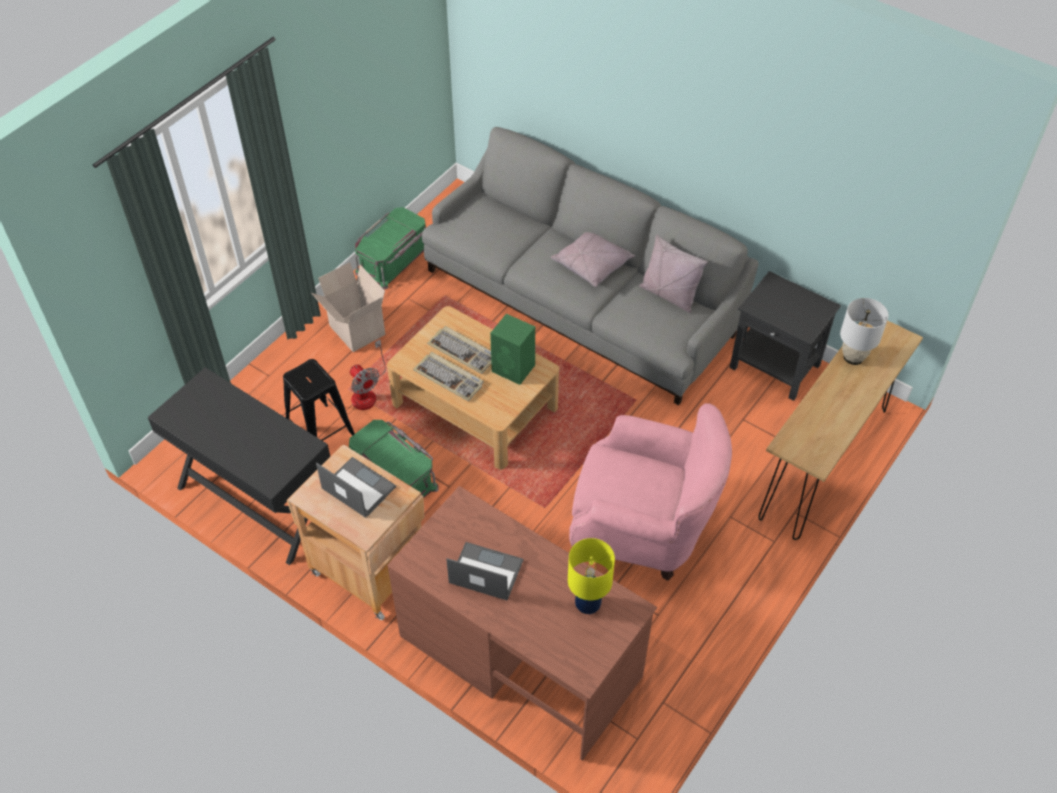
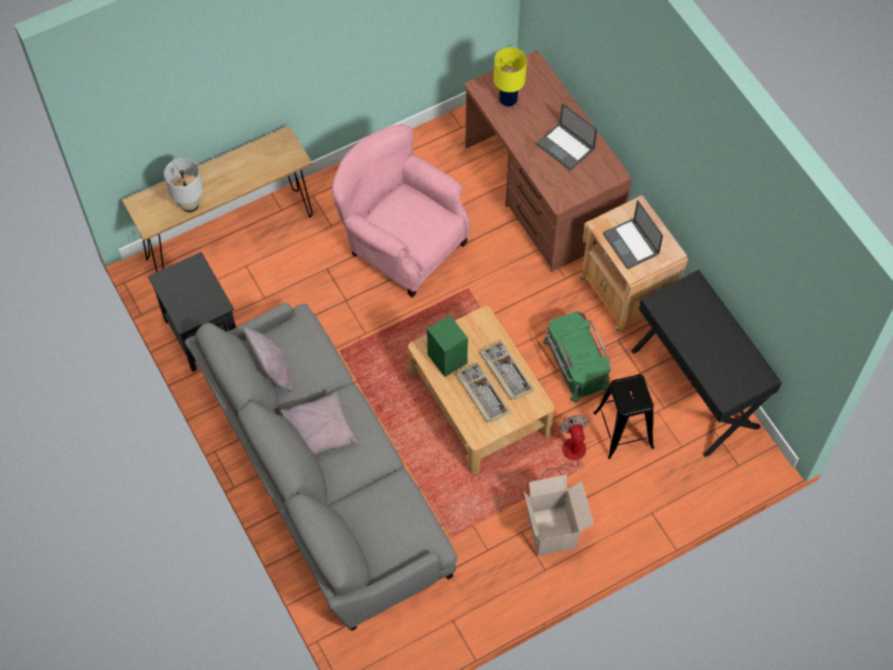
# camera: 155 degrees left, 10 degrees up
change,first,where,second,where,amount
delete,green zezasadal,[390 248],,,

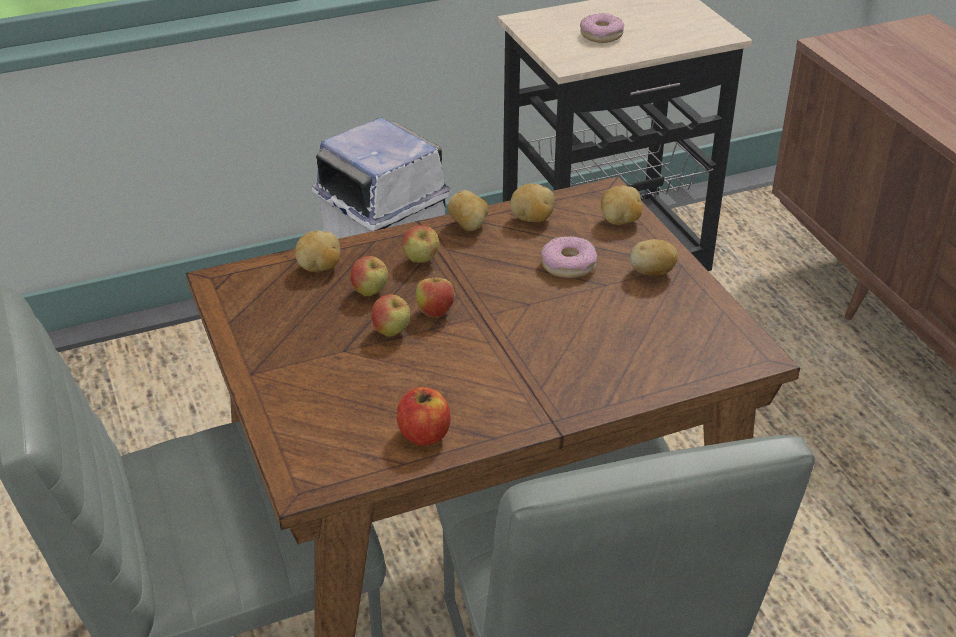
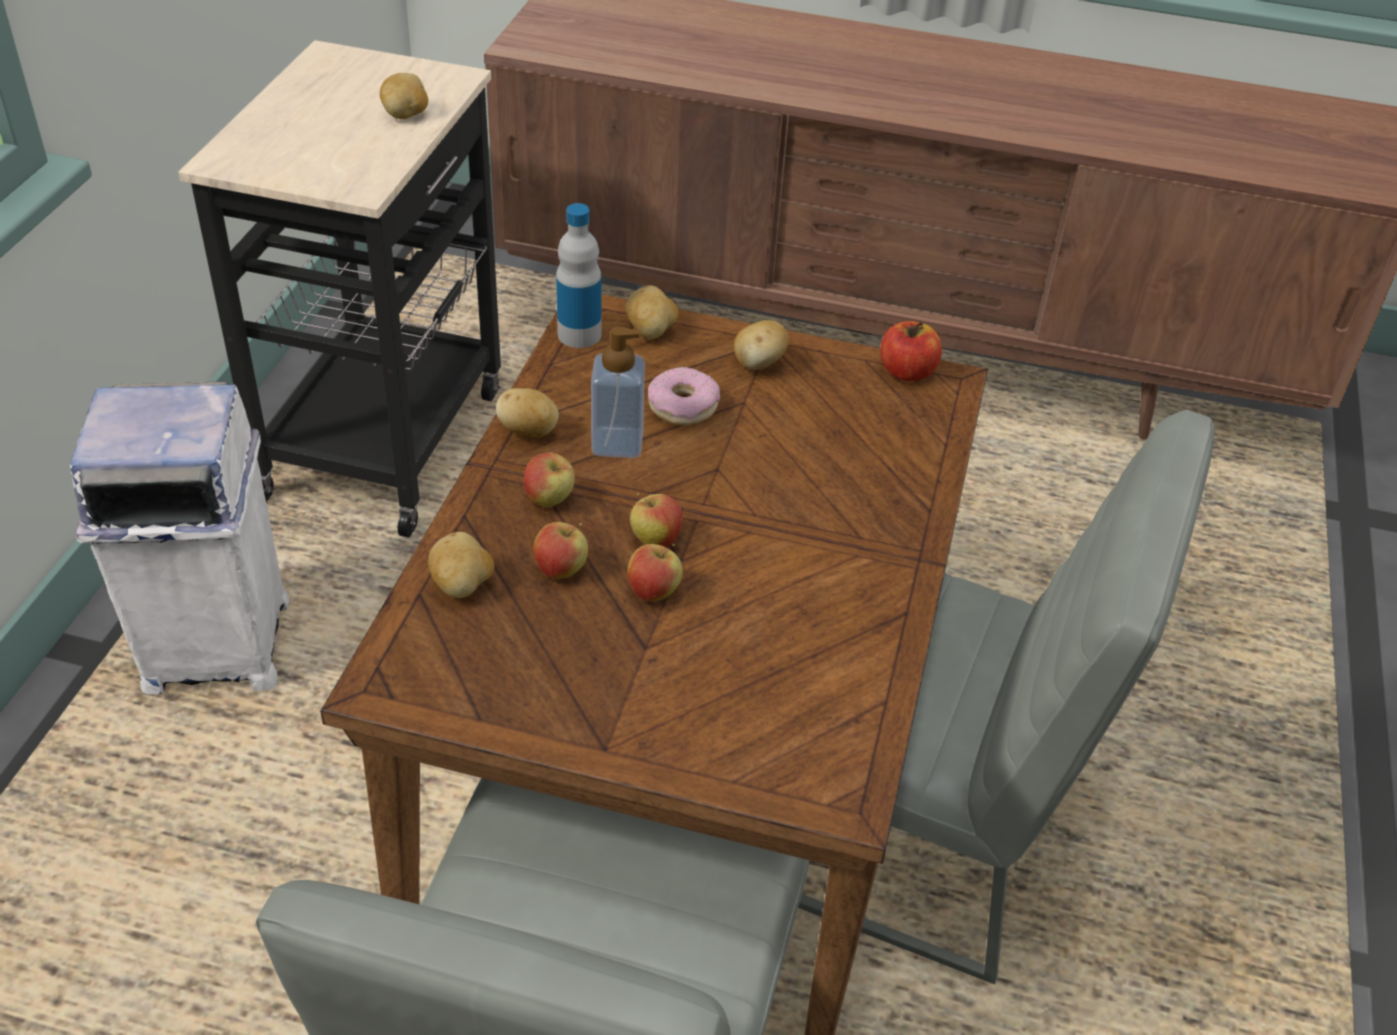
# camera: 55 degrees left, 5 degrees up
change,first,where,second,where,amount
move,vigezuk,[424 416],,[911 351],
move,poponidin,[532 202],,[404 96],
delete,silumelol,[602 28],,,
insert,,,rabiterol,[578 275],
insert,,,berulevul,[618 392],

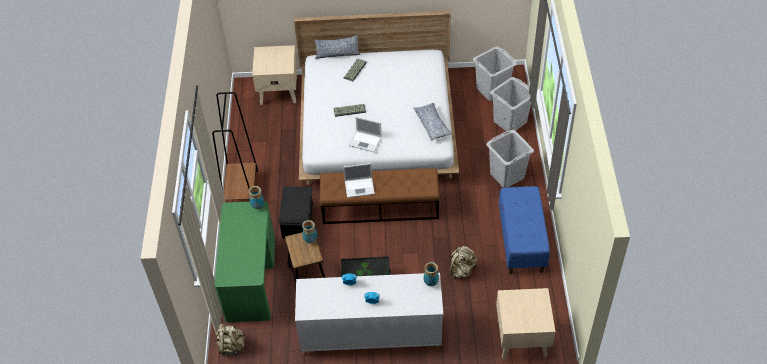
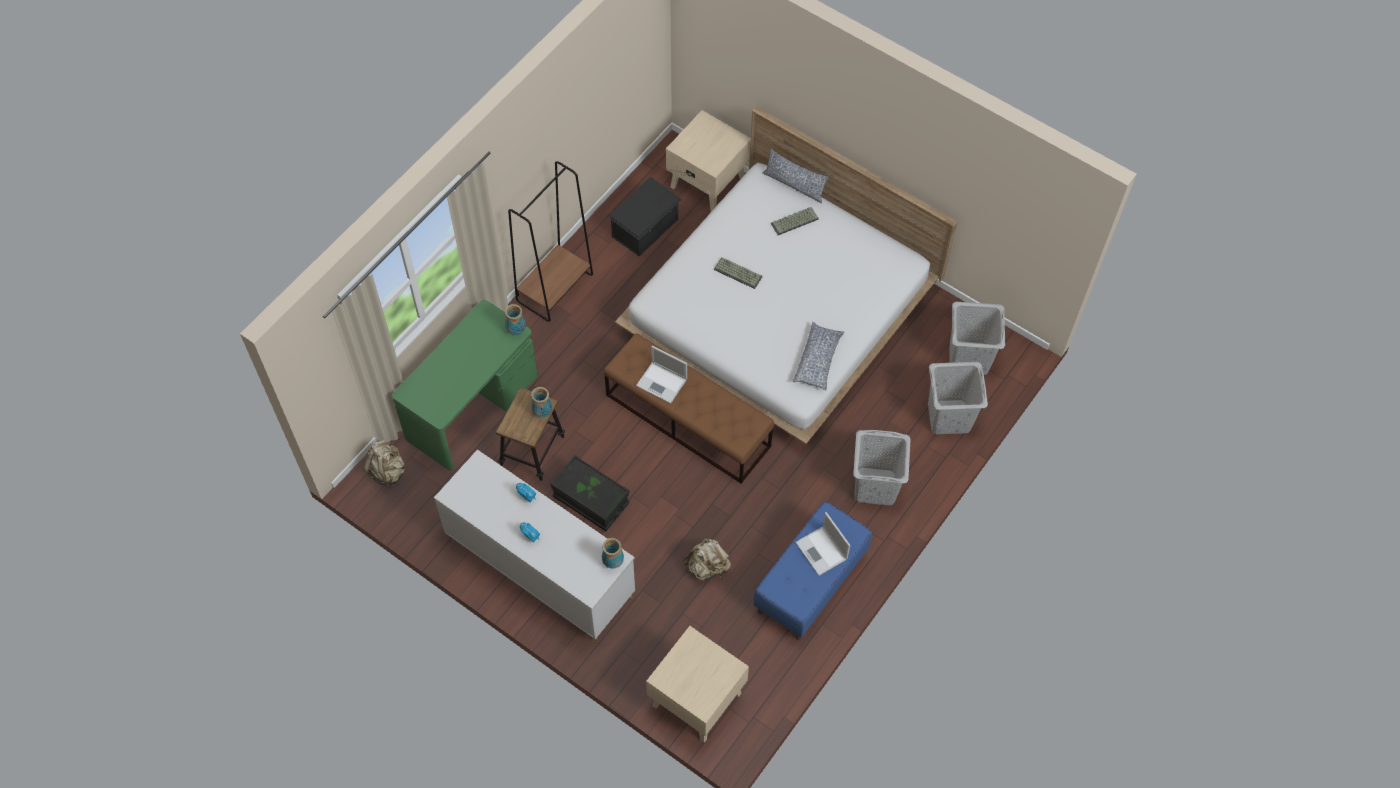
# camera: 35 degrees right, 10 degrees up
change,first,where,second,where,amount
move,black zezasadal,[295 212],,[645 216],
move,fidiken,[365 134],,[822 544],

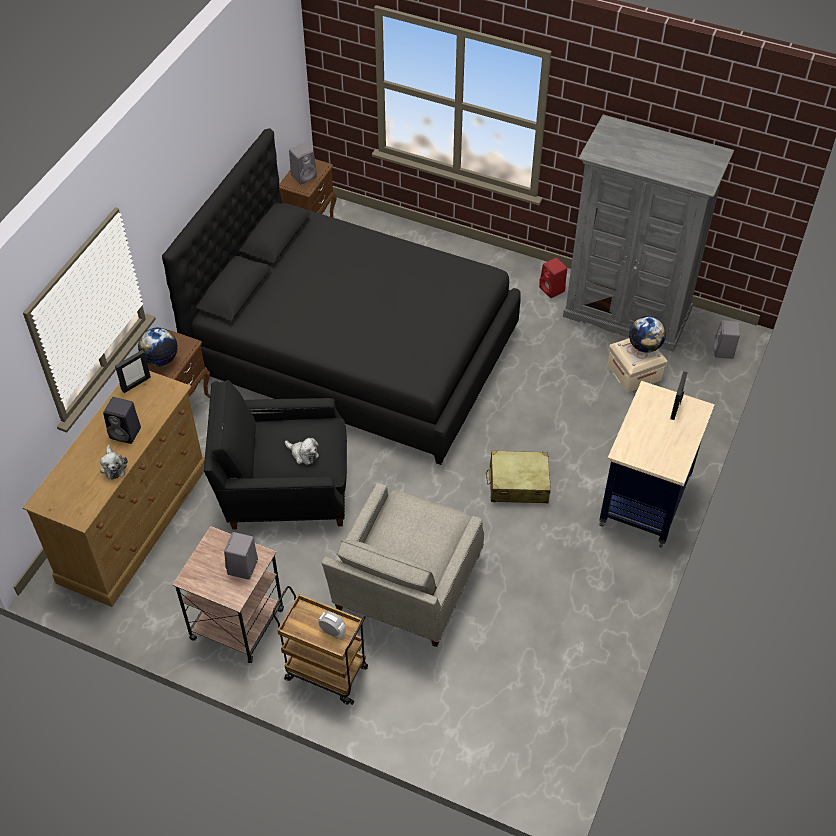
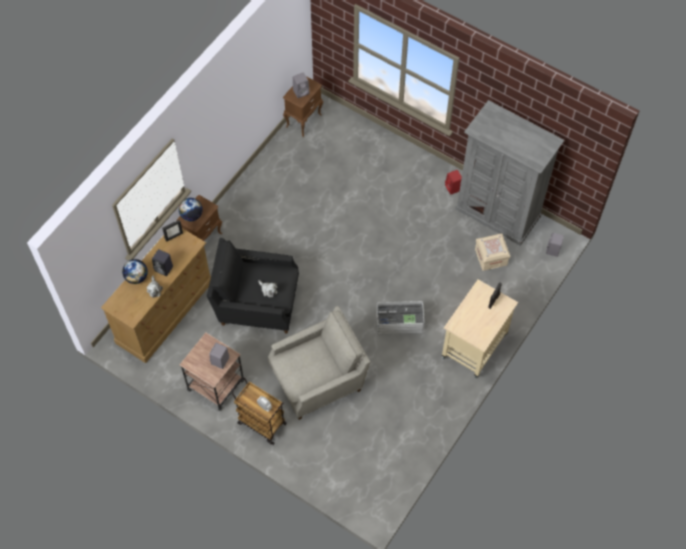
# camera: 10 degrees right, 10 degrees up
change,first,where,second,where,amount
delete,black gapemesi,[341 297],,,
rotate,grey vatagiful,[402 565],,[319 363],150 degrees counterclockwise
replace,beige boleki,[518 476],grey zezasadal,[400 317],
recolor,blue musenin,[657 464],beige musenin,[480 329],
move,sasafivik,[647 334],,[135 271],

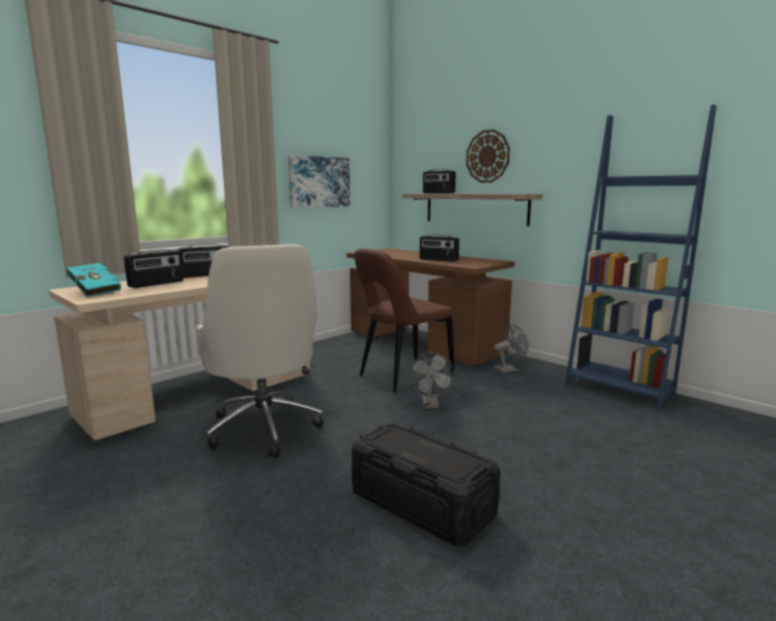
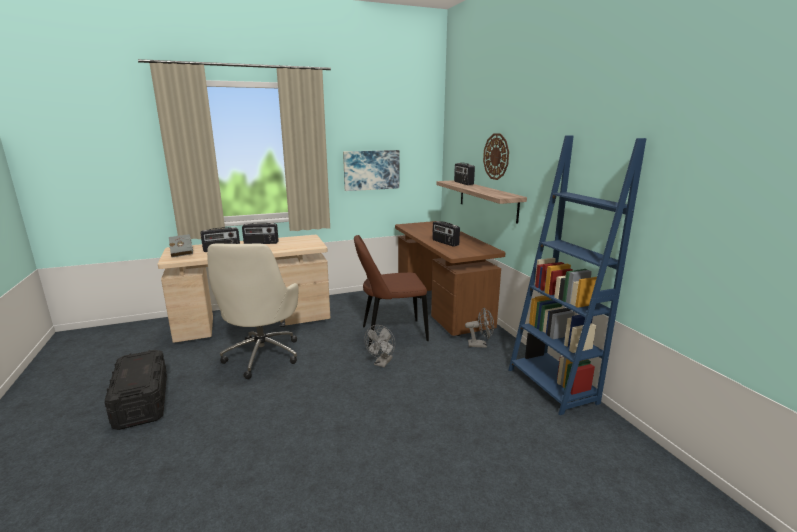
# camera: 25 degrees right, 5 degrees up
change,first,where,second,where,amount
recolor,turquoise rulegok,[94 280],grey rulegok,[181 246],
move,black zezasadal,[425 484],,[135 390],

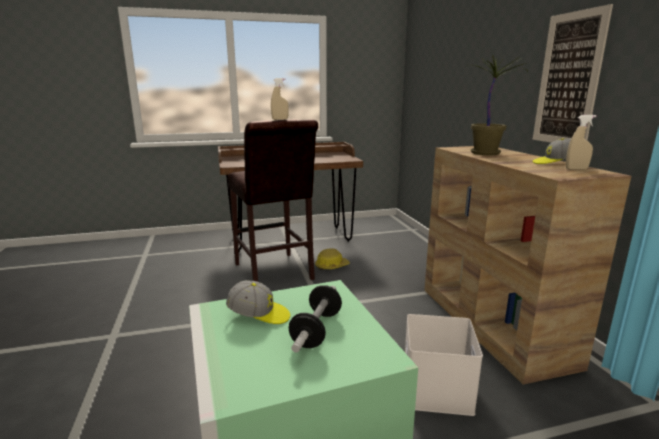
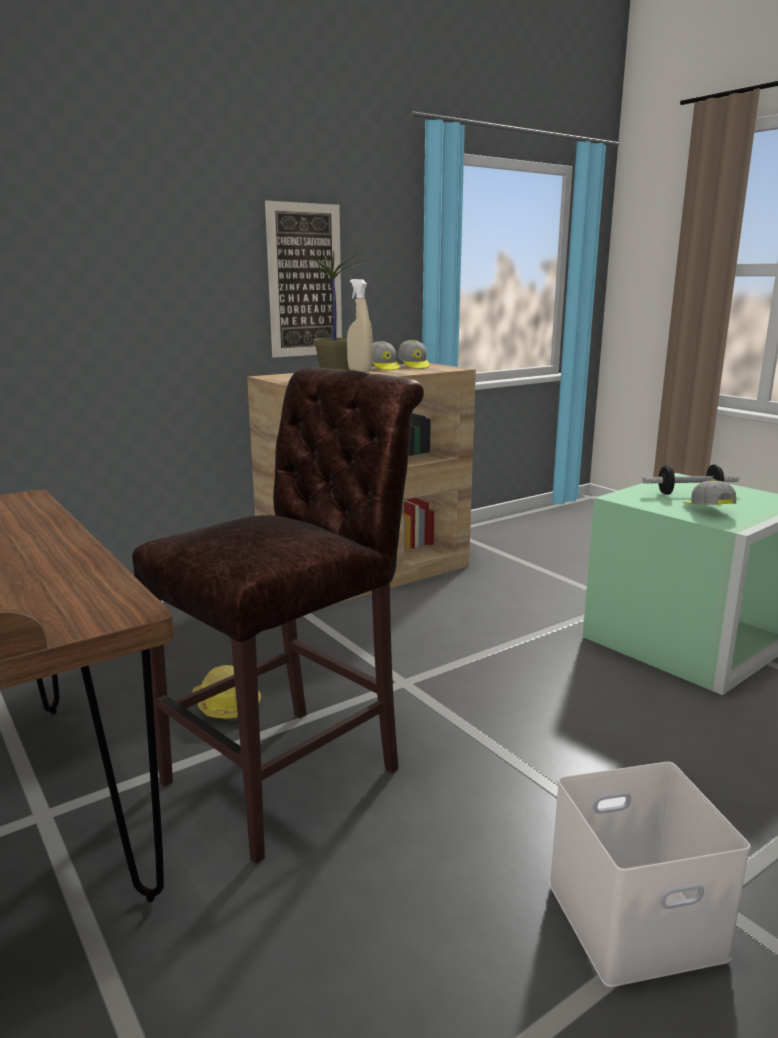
# camera: 110 degrees left, 0 degrees up
change,first,where,second,where,amount
move,white zezasadal,[444 365],,[650 874],
replace,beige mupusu,[581 142],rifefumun,[414 354],

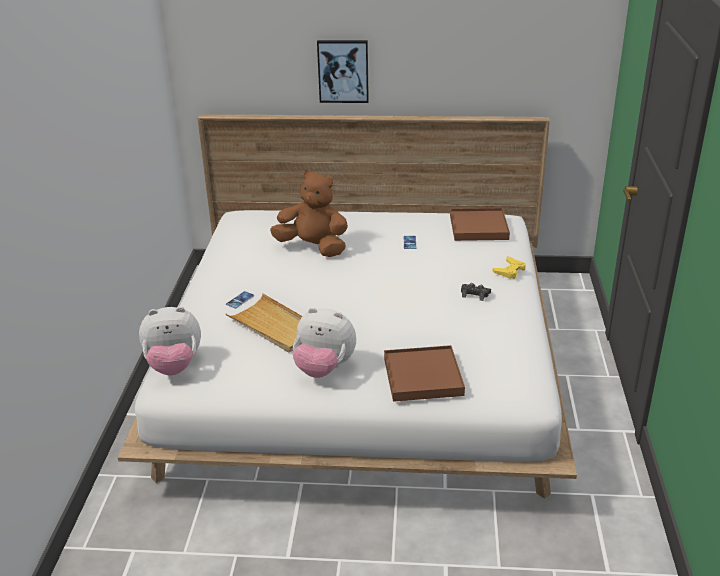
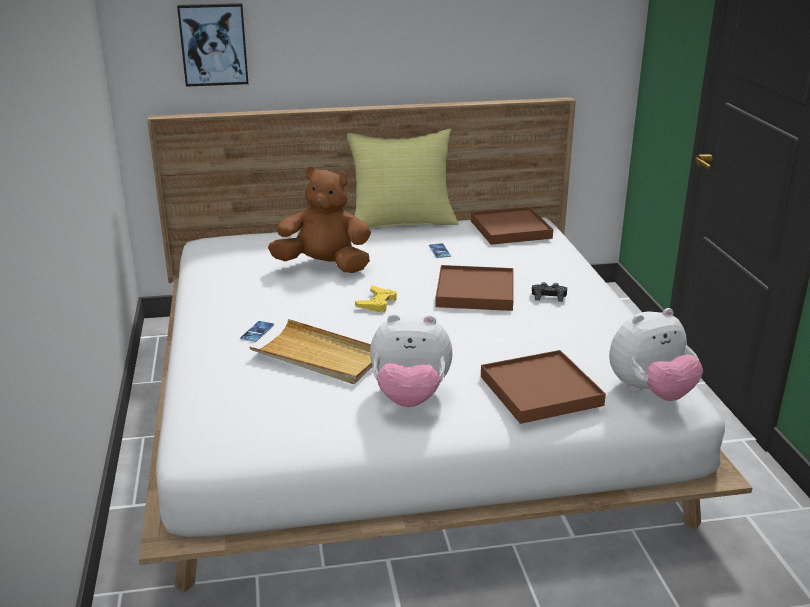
# camera: 15 degrees left, 5 degrees down
change,first,where,second,where,amount
move,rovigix,[170 341],,[656 354],
move,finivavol,[343 71],,[212 45],
move,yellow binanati,[509 267],,[376 298],
insert,,,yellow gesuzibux,[403 177],
insert,,,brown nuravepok,[474 288],

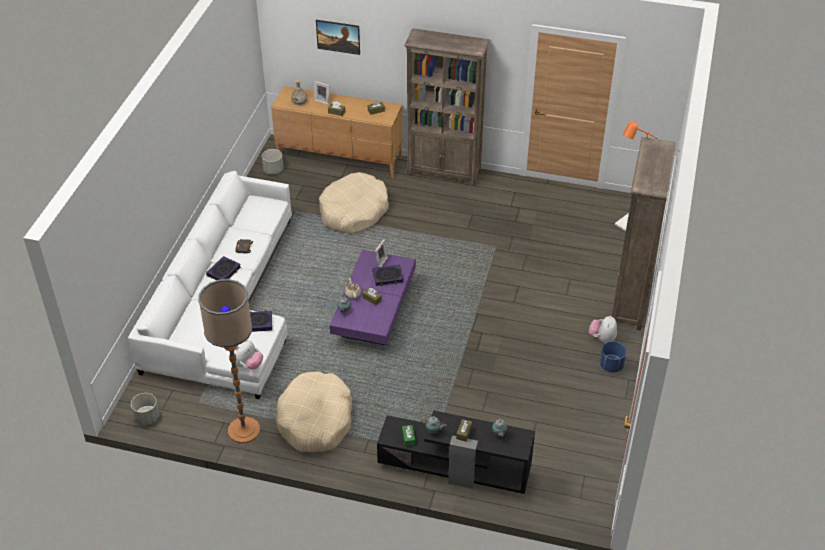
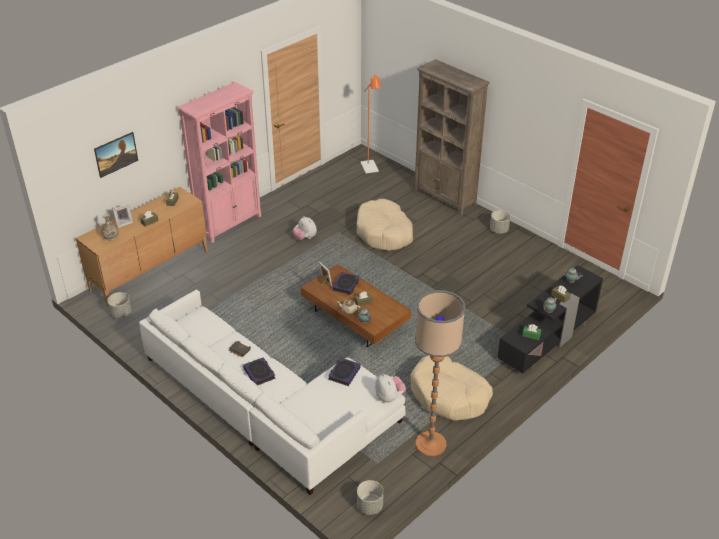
# camera: 60 degrees left, 5 degrees down
change,first,where,second,where,amount
move,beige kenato,[354 203],,[384 225],
recolor,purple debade,[373 297],brown debade,[356 305],
recolor,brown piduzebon,[447 107],pink piduzebon,[219 162],
move,rovigix,[603 329],,[305 228],
recolor,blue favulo,[613 357],grey favulo,[500 222],

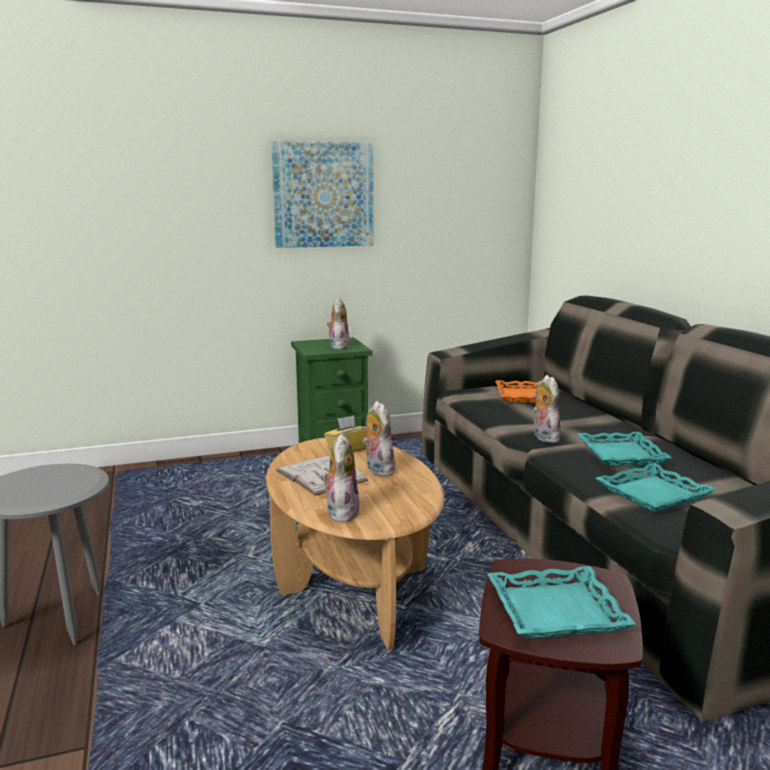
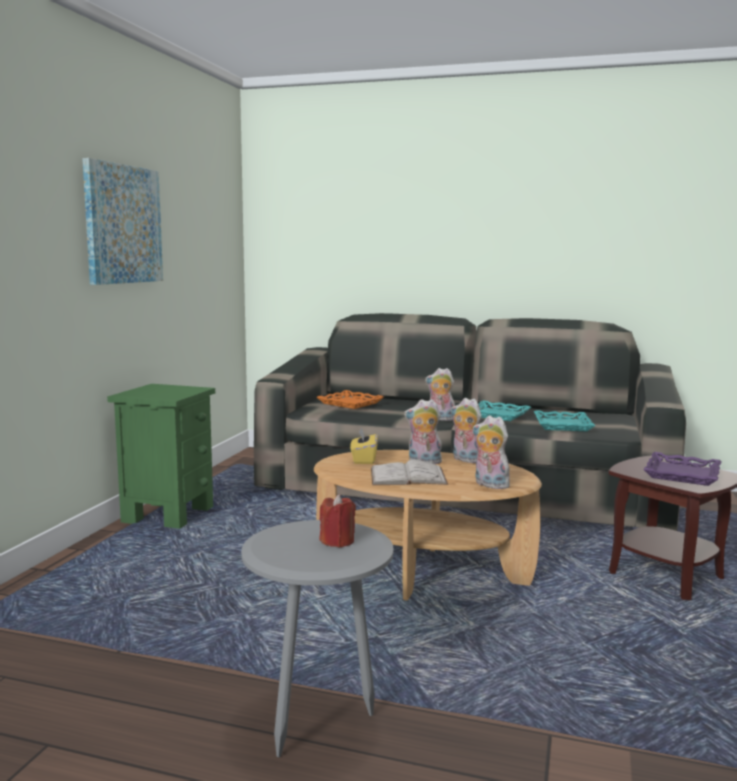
# camera: 55 degrees left, 5 degrees down
change,first,where,second,where,amount
move,rovigix,[338 324],,[466 430],
recolor,turquoise nuravepok,[562 602],purple nuravepok,[682 469],
insert,,,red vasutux,[337 521],

